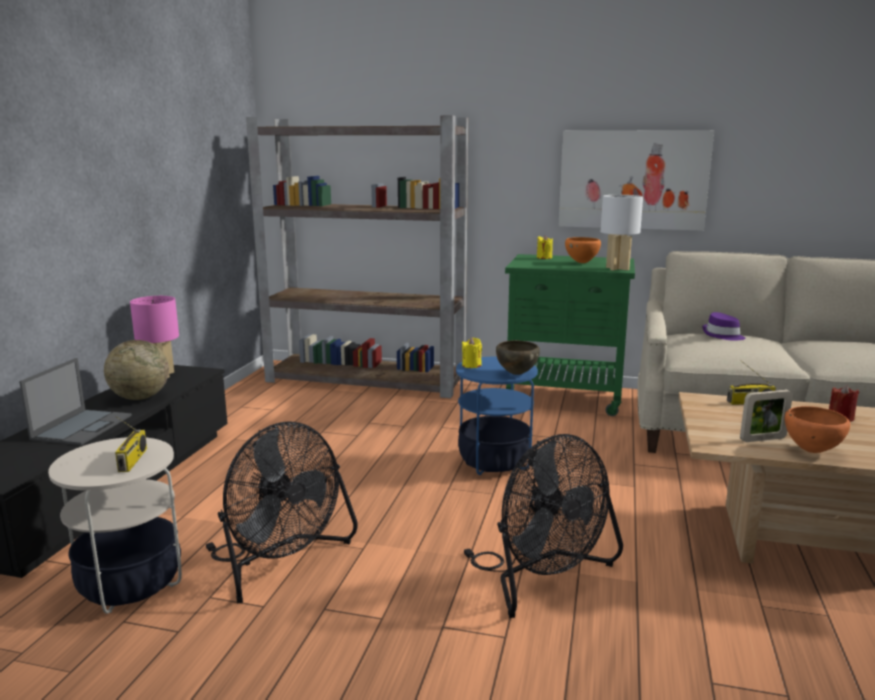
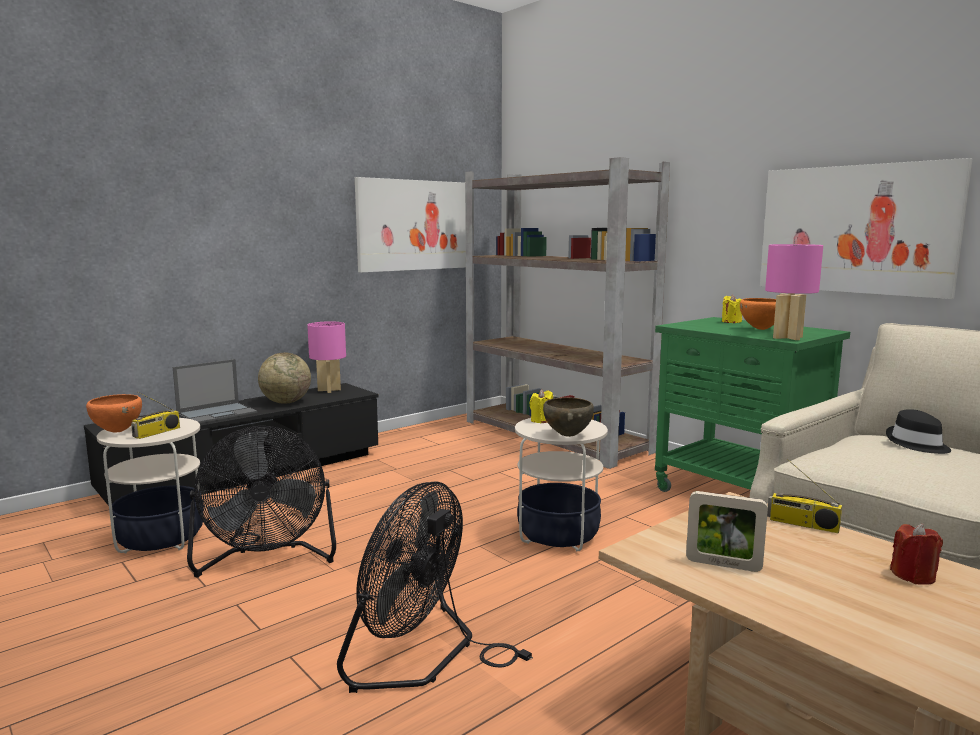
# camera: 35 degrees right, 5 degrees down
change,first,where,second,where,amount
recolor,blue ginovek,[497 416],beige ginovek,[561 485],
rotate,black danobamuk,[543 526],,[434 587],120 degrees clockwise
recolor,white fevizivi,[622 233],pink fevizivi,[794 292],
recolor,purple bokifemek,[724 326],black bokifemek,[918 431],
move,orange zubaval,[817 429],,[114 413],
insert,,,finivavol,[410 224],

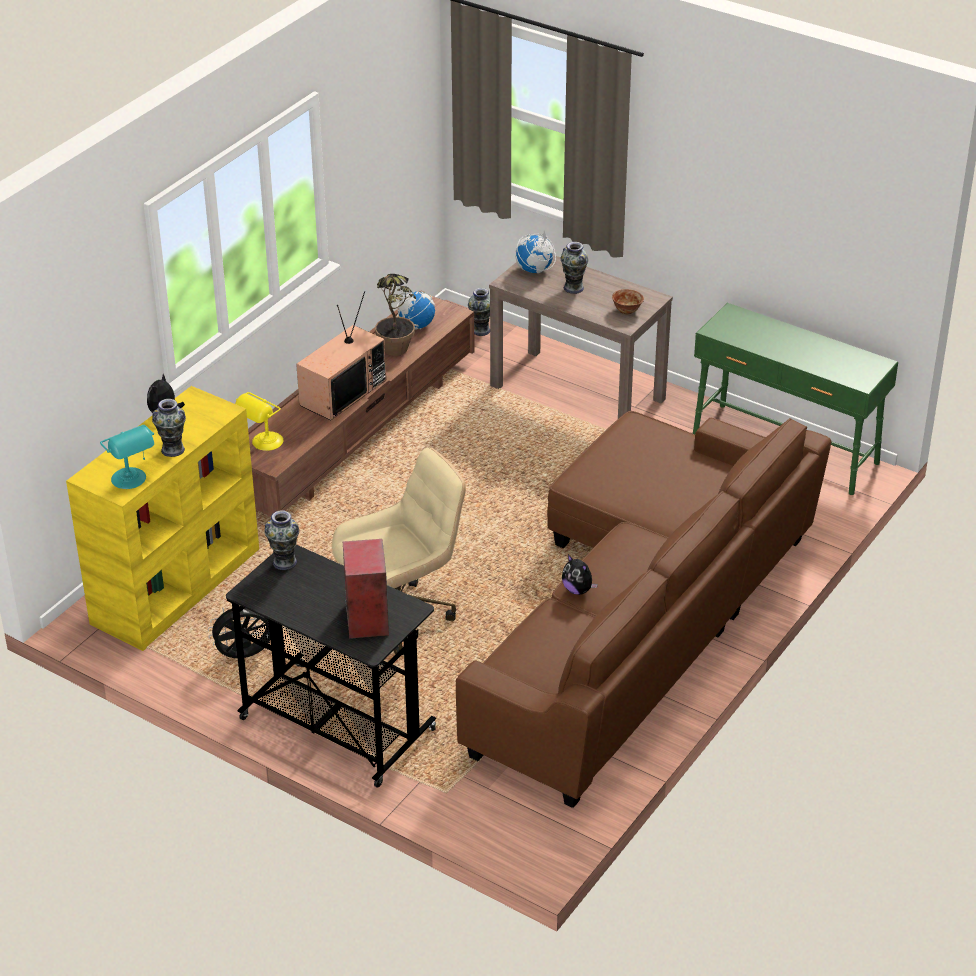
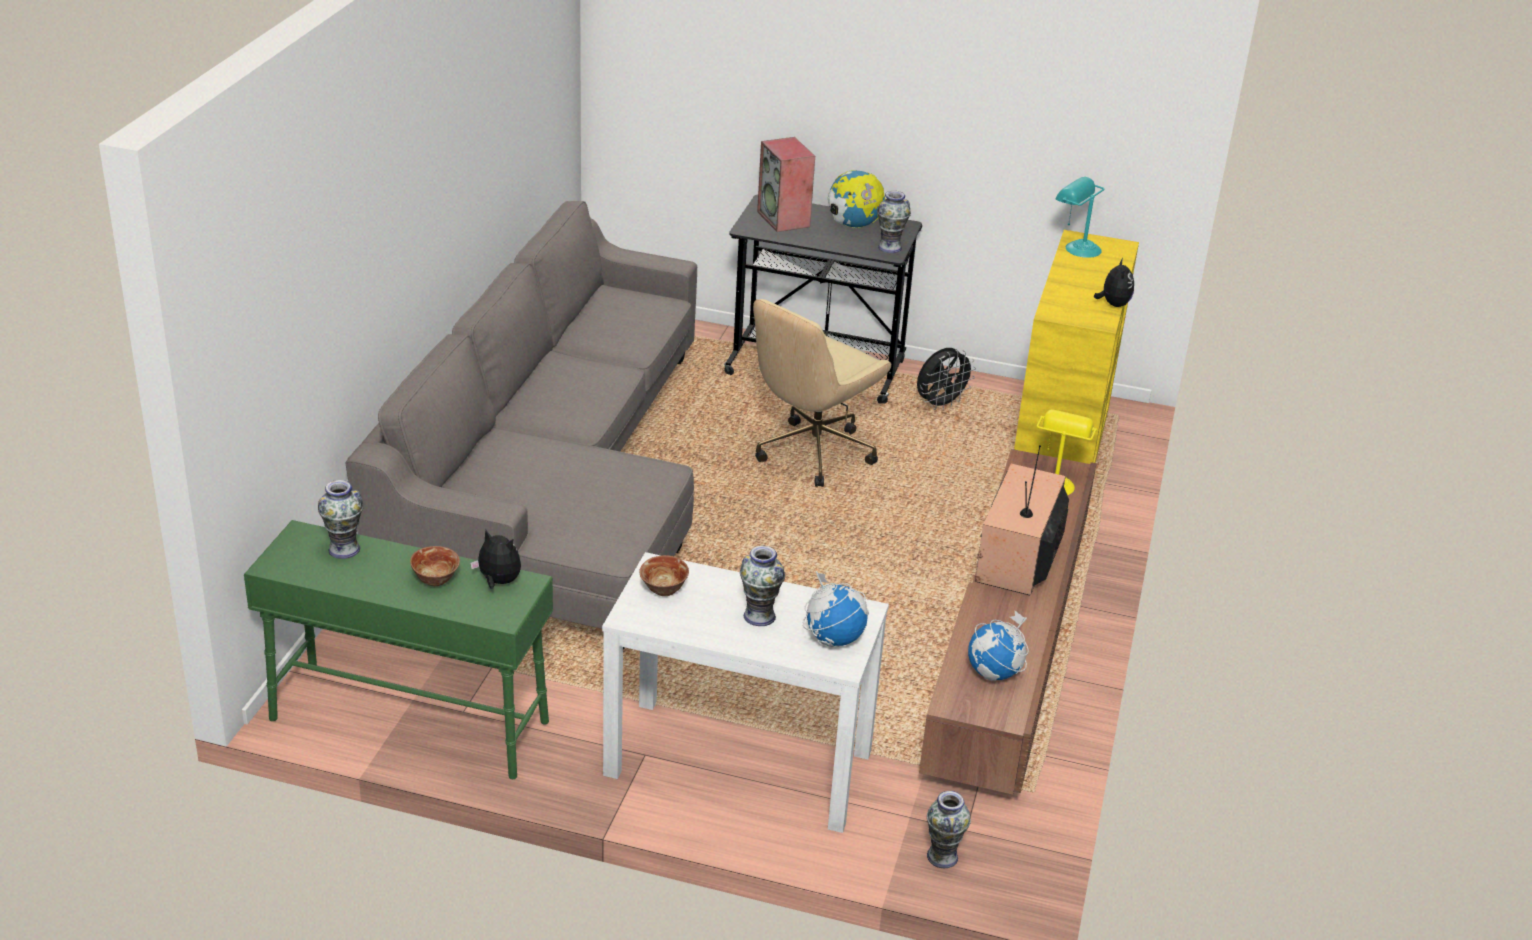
# camera: 160 degrees right, 5 degrees down
change,first,where,second,where,amount
move,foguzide,[169 428],,[341 519],
delete,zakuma,[395 315],,,
recolor,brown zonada,[644 609],grey zonada,[521 425],
recolor,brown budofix,[581 337],white budofix,[745 692],
move,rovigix,[580 574],,[495 559],
insert,,,zubaval,[435 566],
insert,,,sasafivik,[856 199],

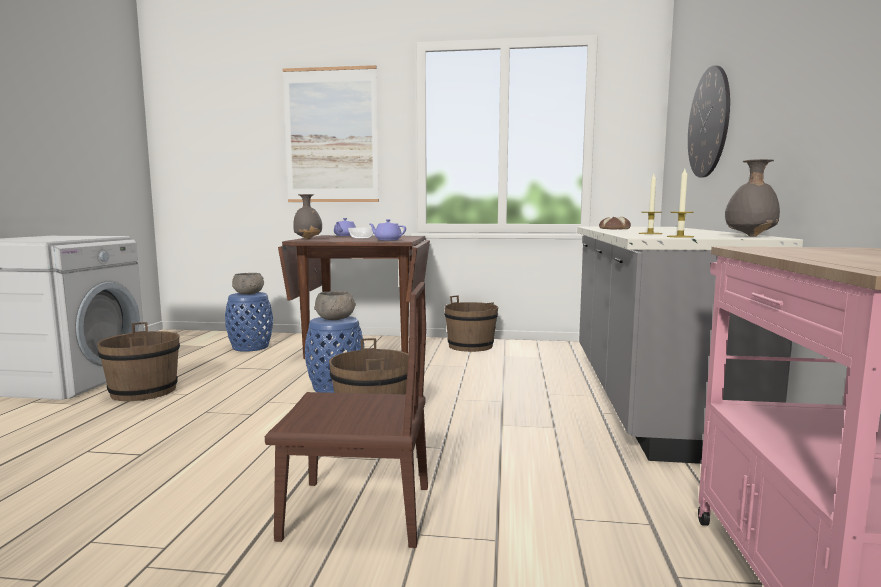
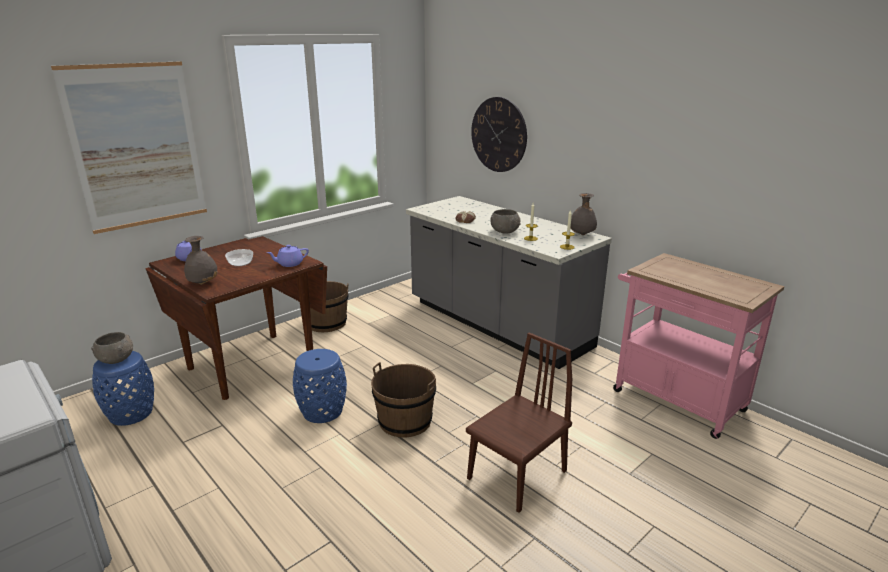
# camera: 50 degrees left, 15 degrees up
change,first,where,second,where,amount
delete,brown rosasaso,[138 361],,,
move,grey zubaval,[335 305],,[505 221],

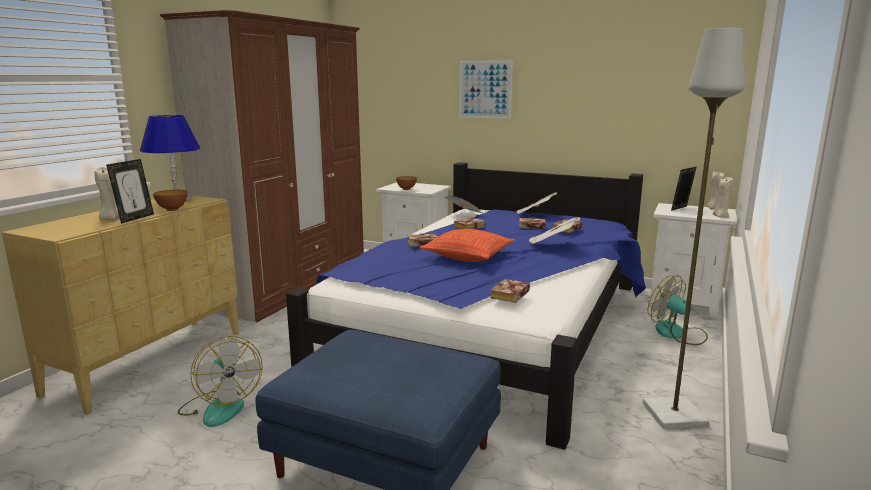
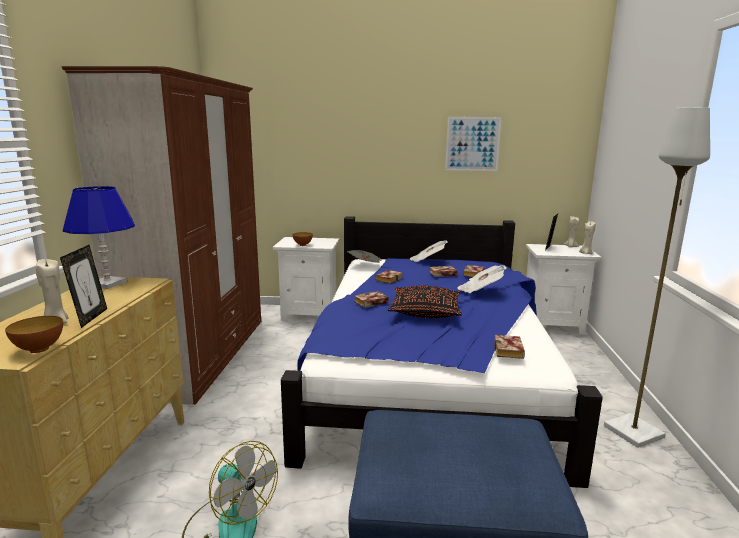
# camera: 20 degrees left, 0 degrees up
change,first,where,second,where,amount
move,zubaval,[170 200],,[34 334],
recolor,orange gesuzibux,[467 245],black gesuzibux,[425 302],
move,finivavol,[486 89],,[473 144],
delete,danobamuk,[677 310],,,

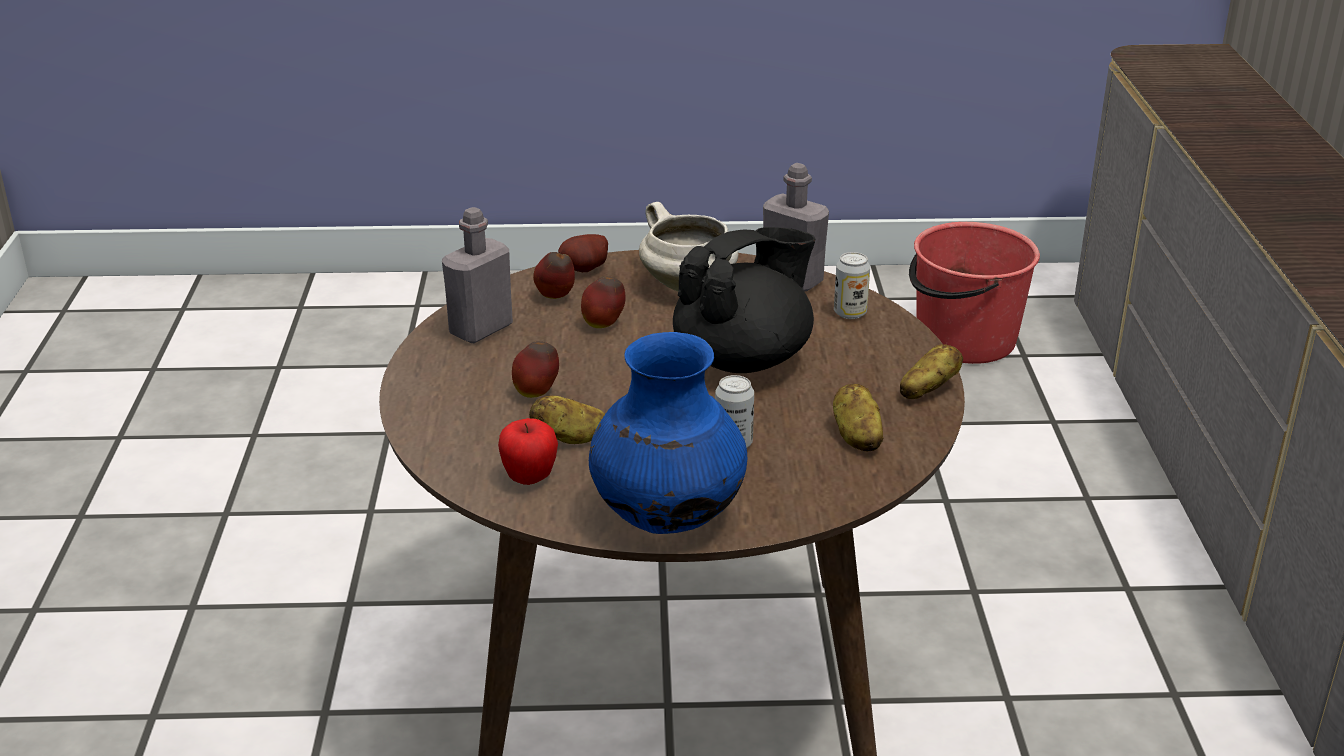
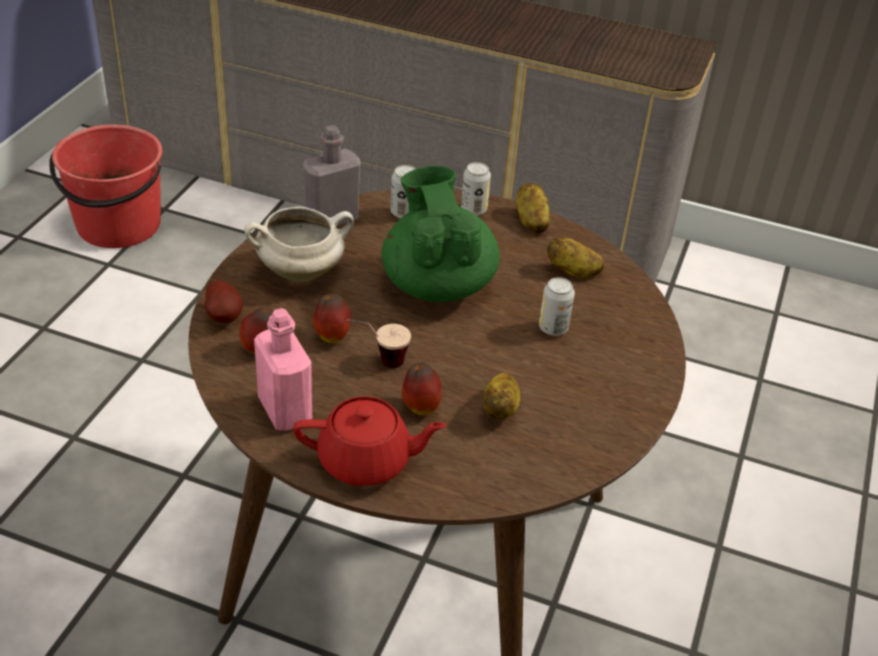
# camera: 70 degrees left, 10 degrees up
change,first,where,second,where,amount
recolor,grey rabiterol,[477 275],pink rabiterol,[283 369],
delete,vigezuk,[528 451],,,
delete,blue foguzide,[668 433],,,
recolor,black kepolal,[744 300],green kepolal,[441 234],
insert,,,red kepolal,[370 441],
insert,,,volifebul,[379 343],
insert,,,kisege,[476 189],

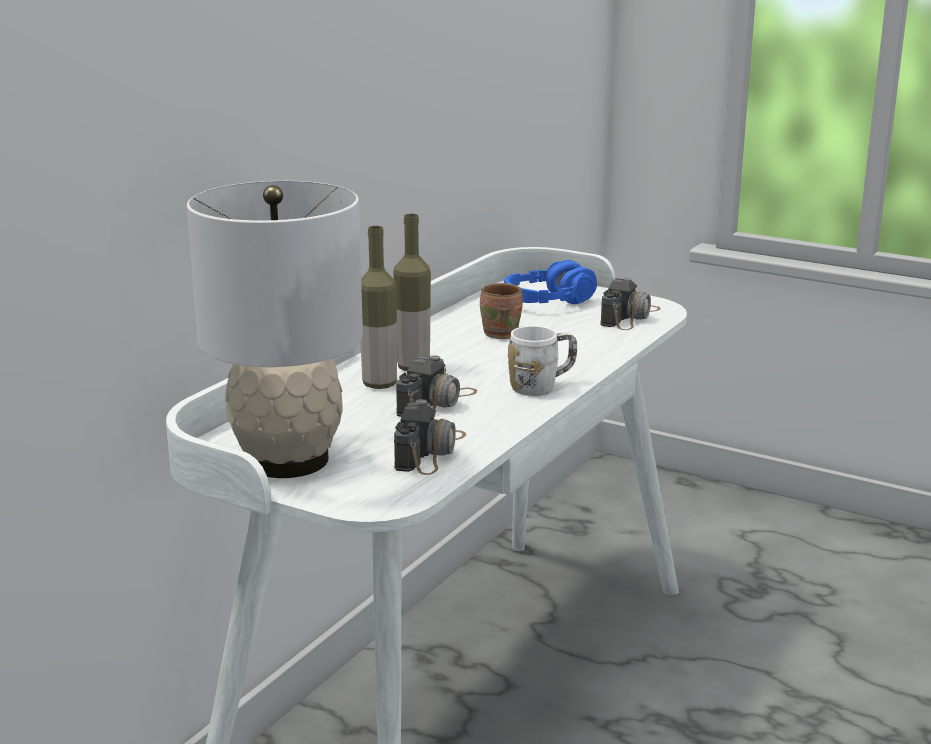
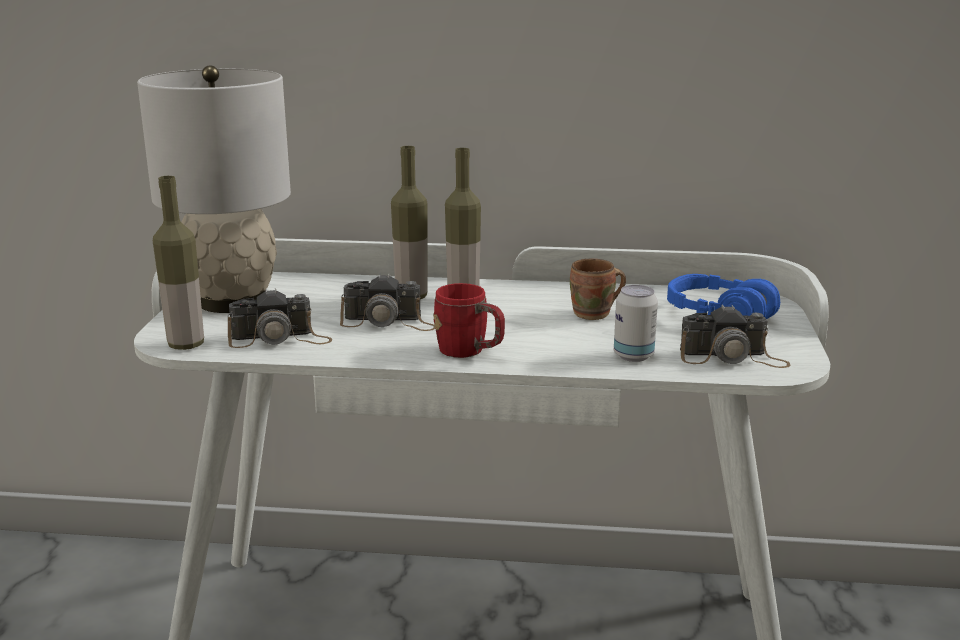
# camera: 65 degrees right, 0 degrees up
change,first,where,second,where,amount
recolor,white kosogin,[542 361],red kosogin,[469 320],
insert,,,rabiterol,[178 263],
insert,,,kisege,[636 323],

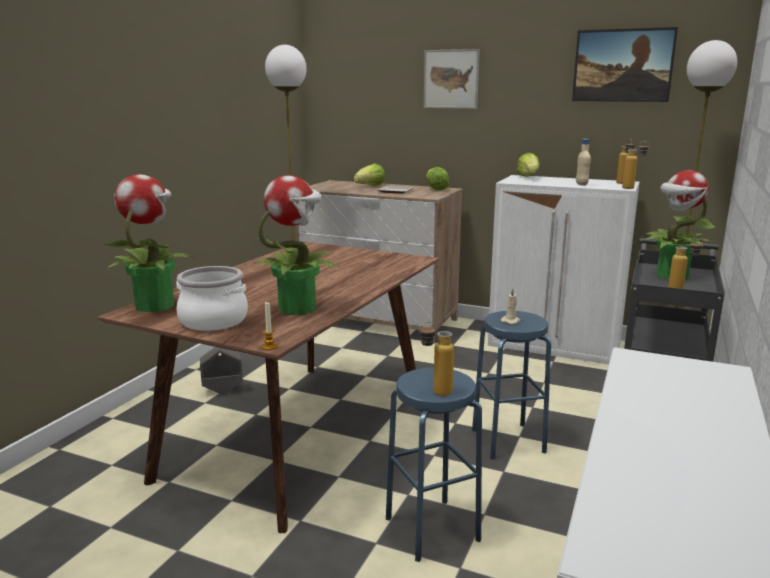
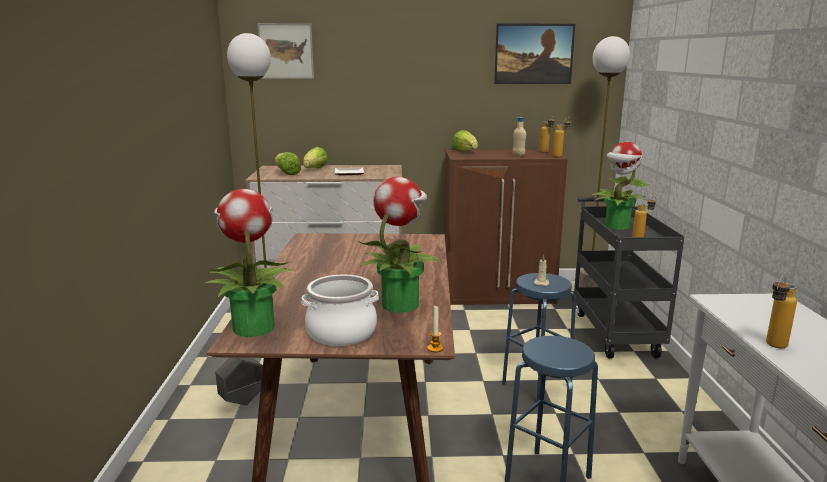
# camera: 25 degrees left, 0 degrees up
change,first,where,second,where,amount
move,rabiterol,[436 358],,[781 312],
move,finivavol,[452 79],,[285 51],
move,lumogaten,[438 178],,[287 163],
recolor,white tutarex,[563 269],brown tutarex,[505 227],

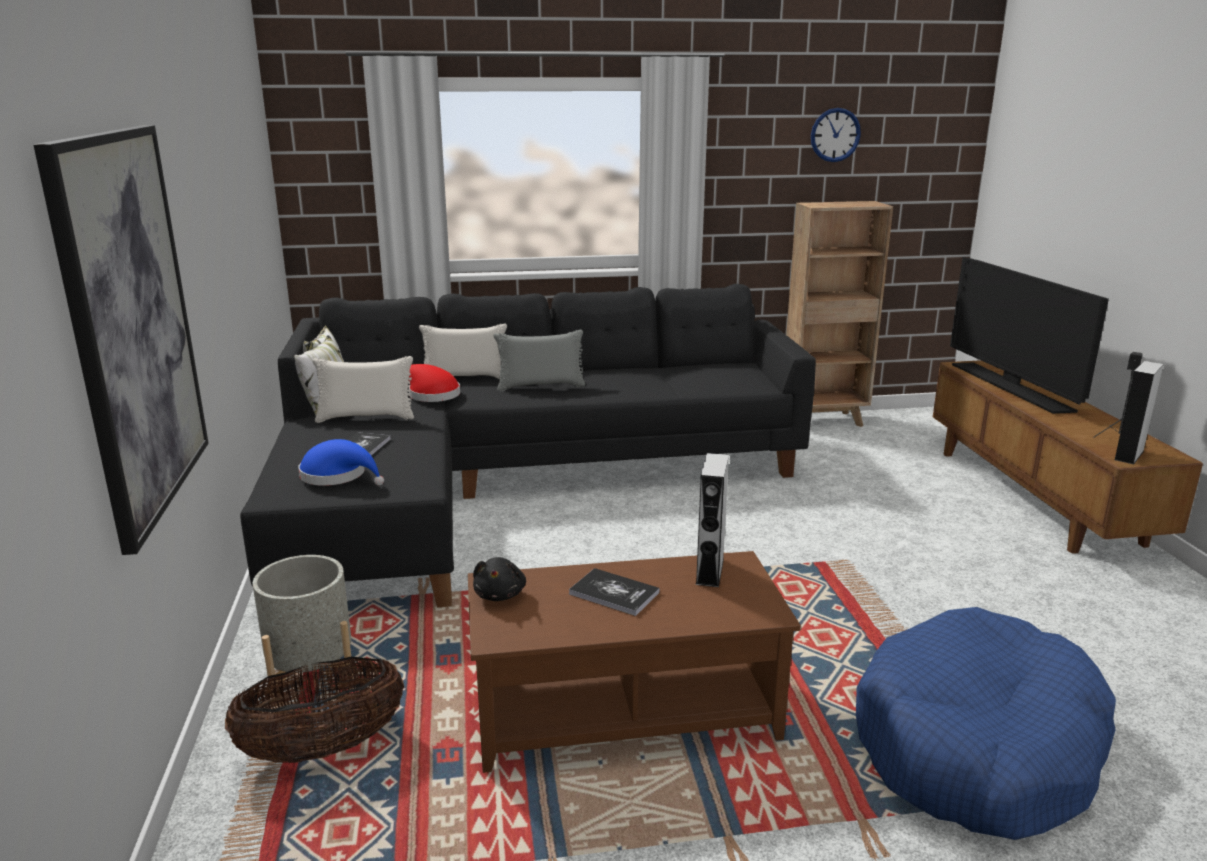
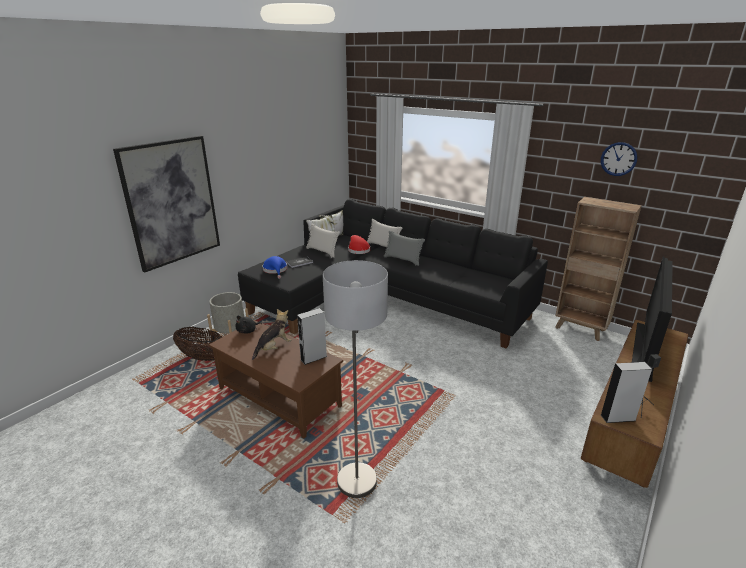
# camera: 45 degrees right, 5 degrees up
change,first,where,second,where,amount
replace,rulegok,[614 592],rovigix,[271 334],
replace,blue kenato,[986 723],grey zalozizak,[355 379],

